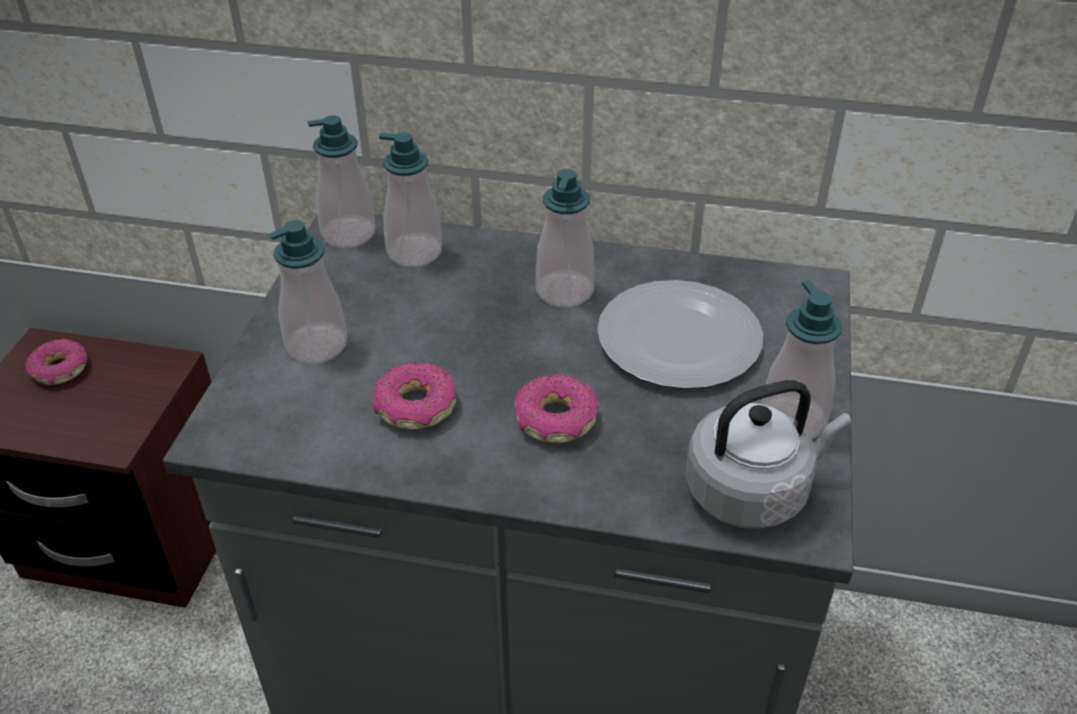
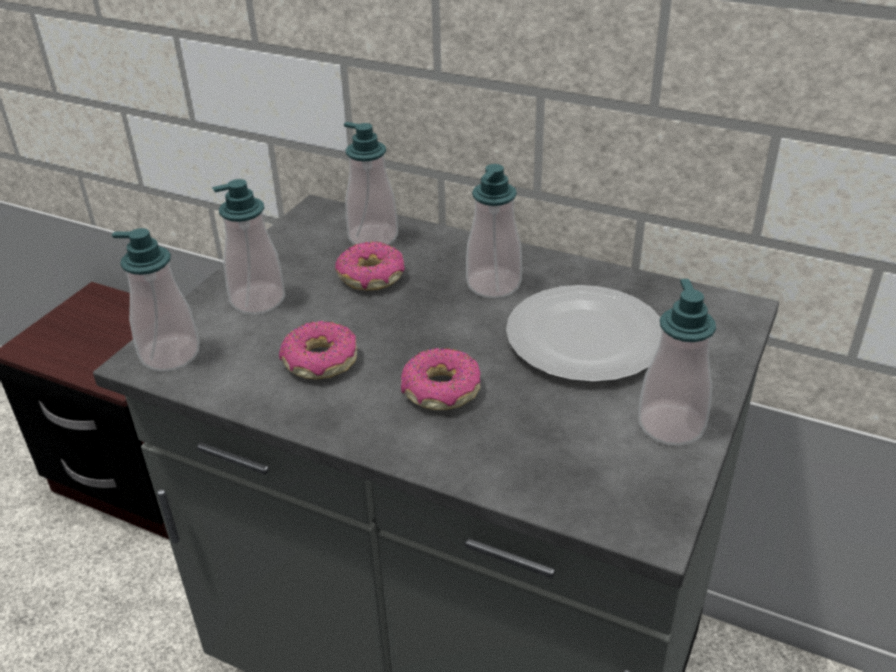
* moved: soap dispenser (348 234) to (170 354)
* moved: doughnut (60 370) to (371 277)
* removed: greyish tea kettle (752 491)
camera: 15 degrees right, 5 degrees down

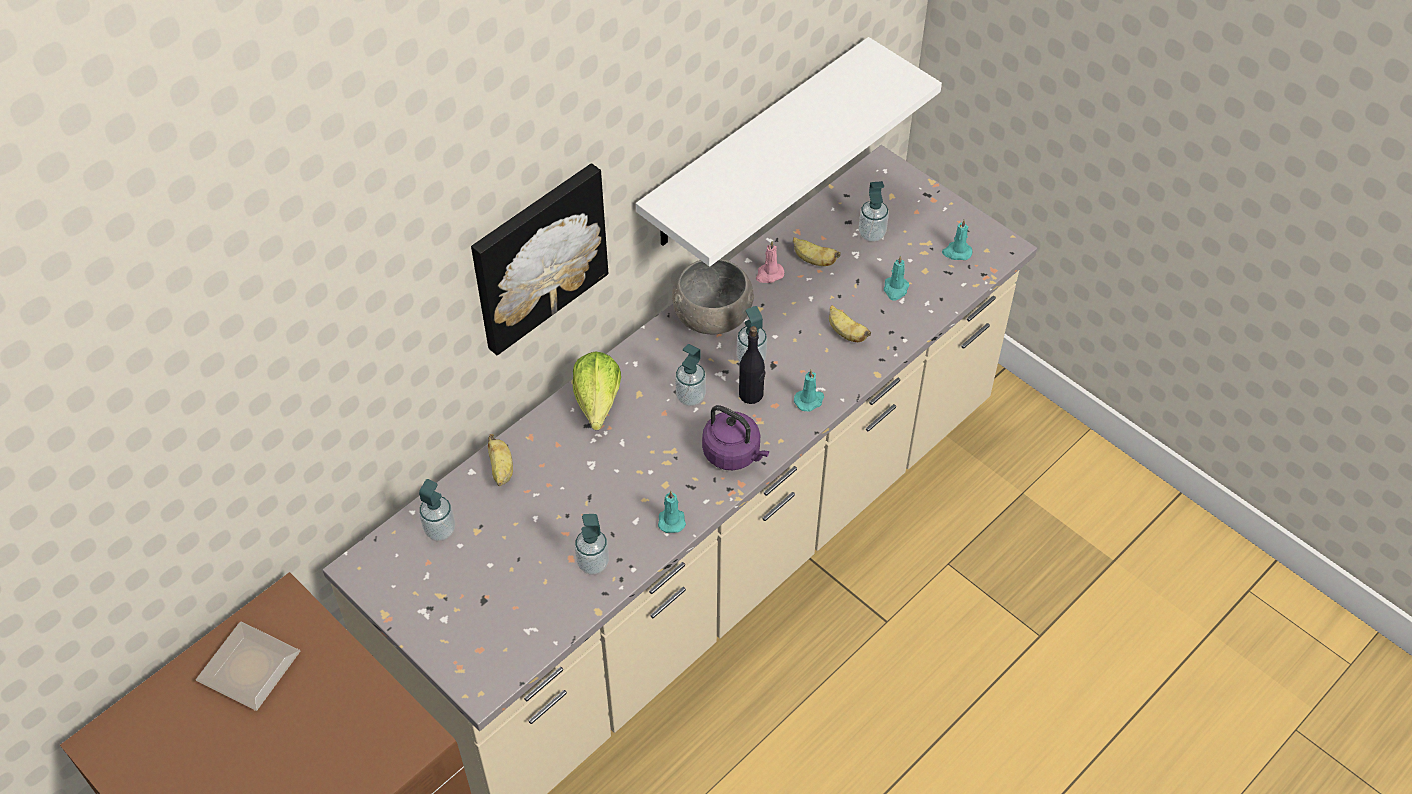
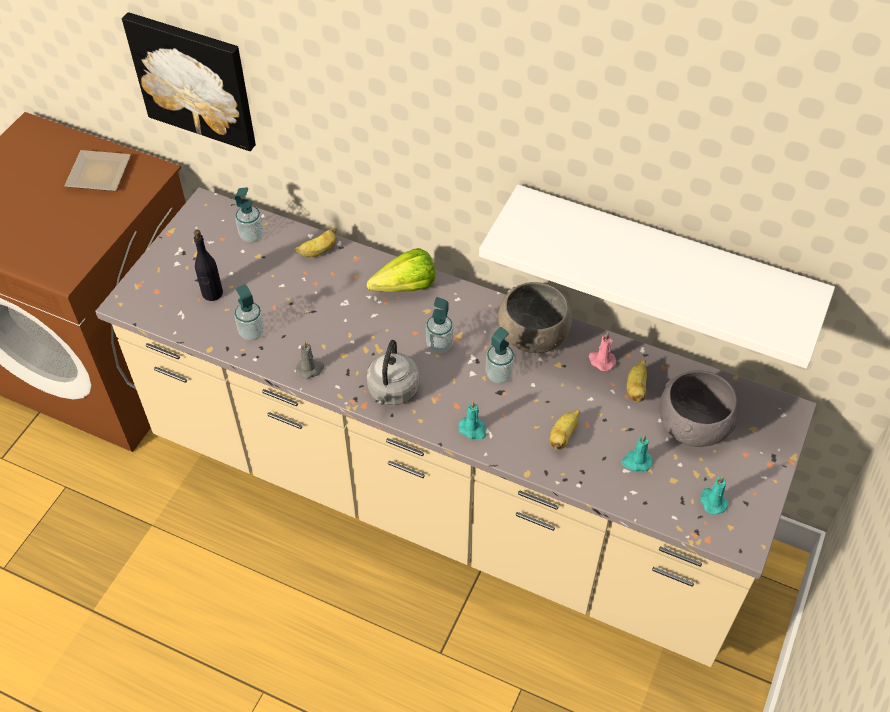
* moved: wall art (537 256) to (194 79)
* replaced: soap dispenser (871 234) to greyish serving bowl (695 425)
* moved: blackish bottle (751 395) to (212 293)
* recoloured: purplish tea kettle (734 454) to greyish tea kettle (392 391)
* recoloured: turquoise wax light (671 520) to greyish wax light (310 369)
camera: 70 degrees right, 0 degrees up

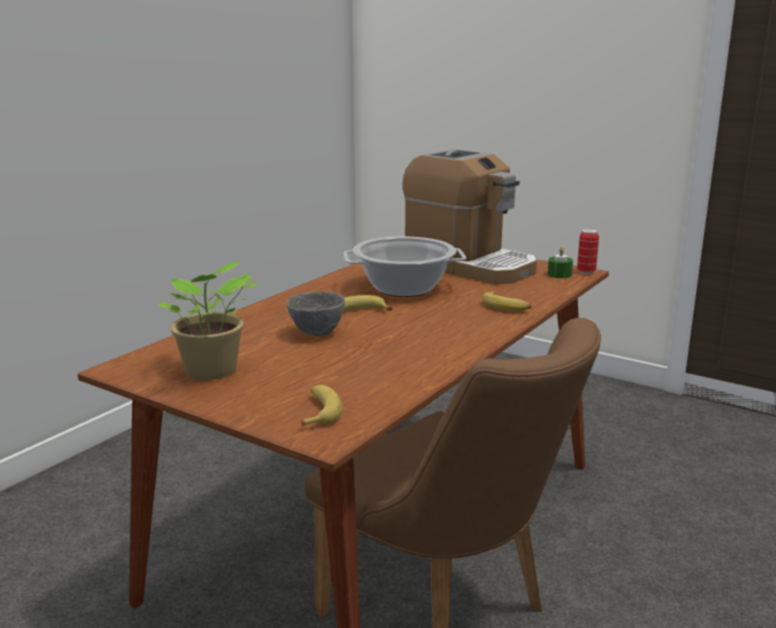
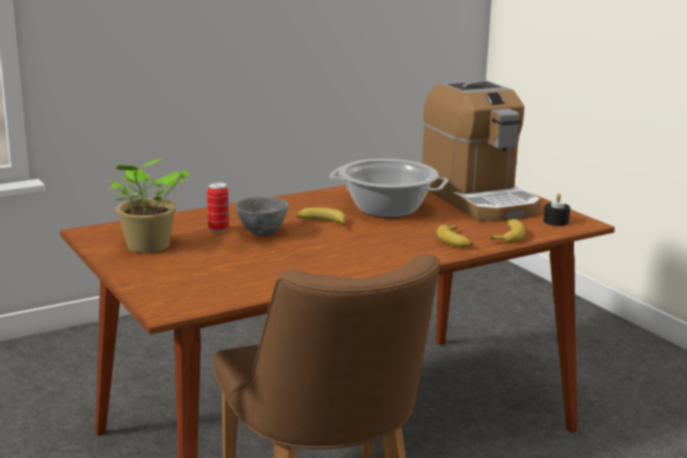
* moved: metal can (586 272) to (218 229)
* recoloured: green wax light (559 274) to blackish wax light (556 221)
* moved: banana fruit (318 411) to (508 235)
camera: 25 degrees right, 0 degrees up

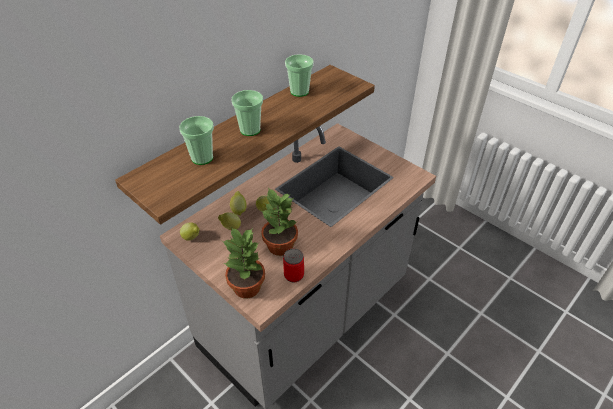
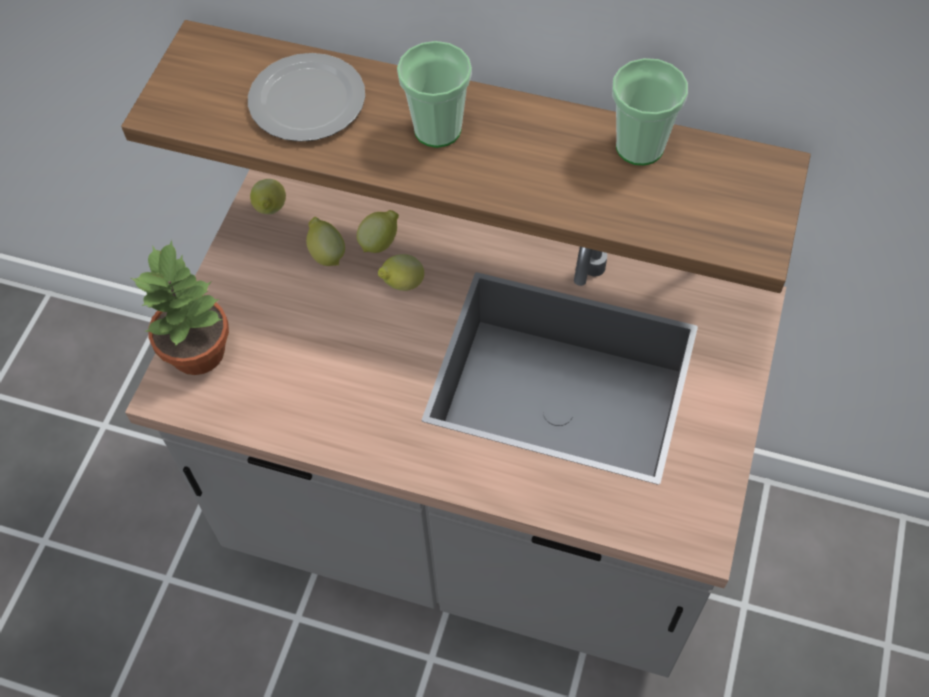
* replaced: small cup (202 158) to flat dish (305 102)
* removed: potted plant (279 245)
* removed: metal can (294 275)
camera: 65 degrees right, 15 degrees up

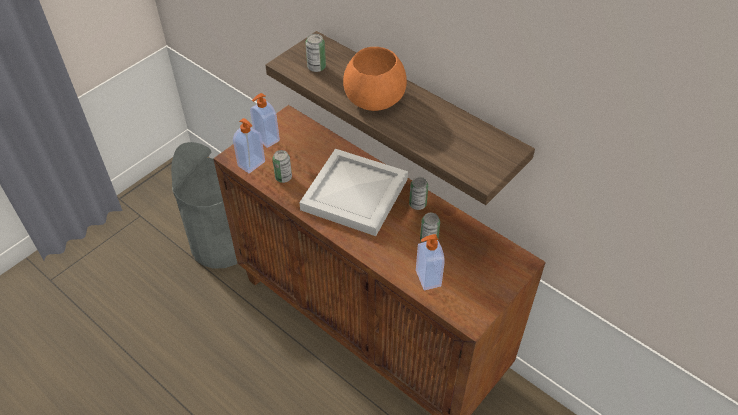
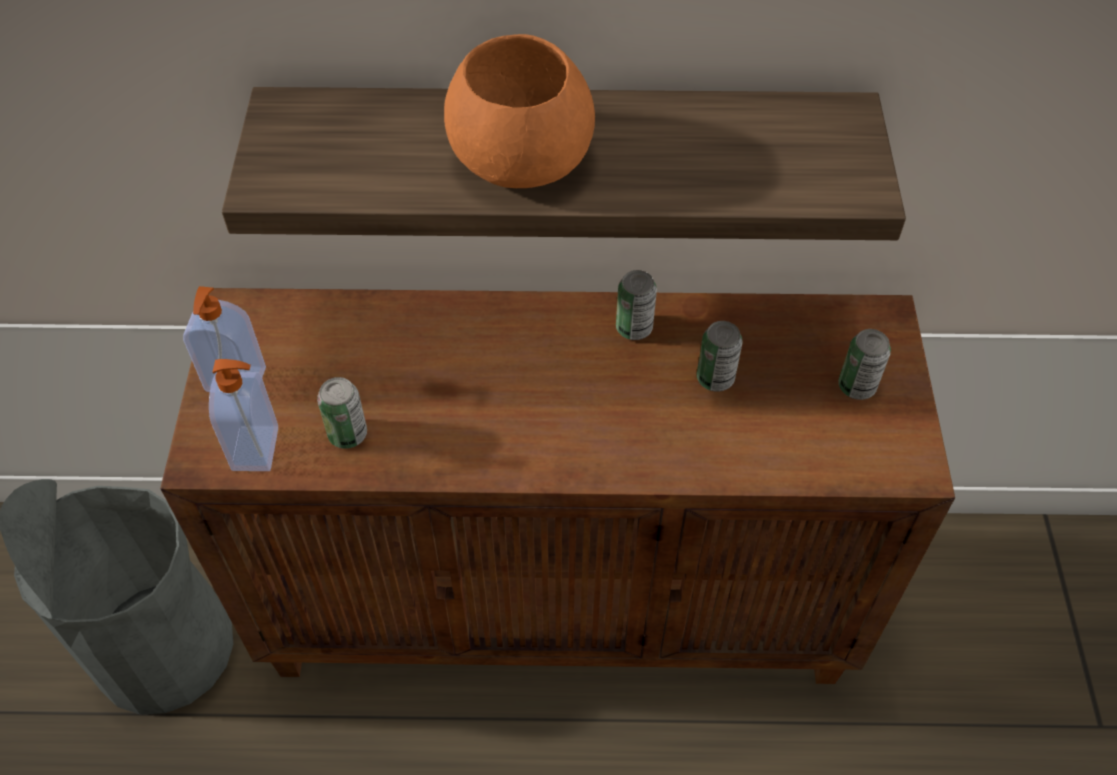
* moved: metal can (316 67) to (856 386)
* removed: white tray (353 195)
* removed: soap dispenser (427 278)
camera: 40 degrees left, 5 degrees up

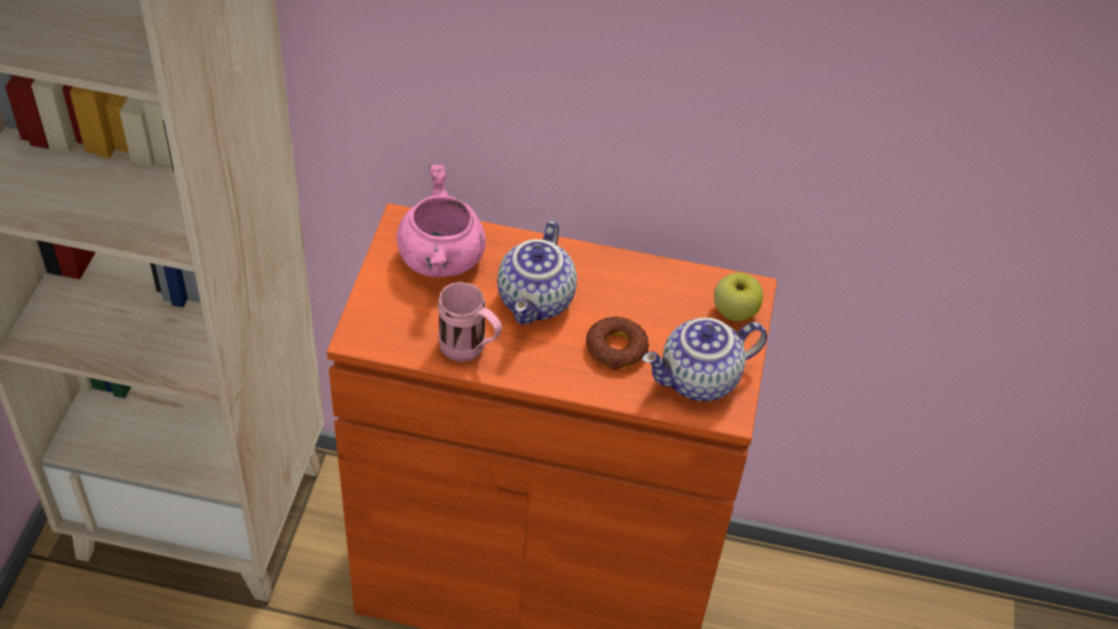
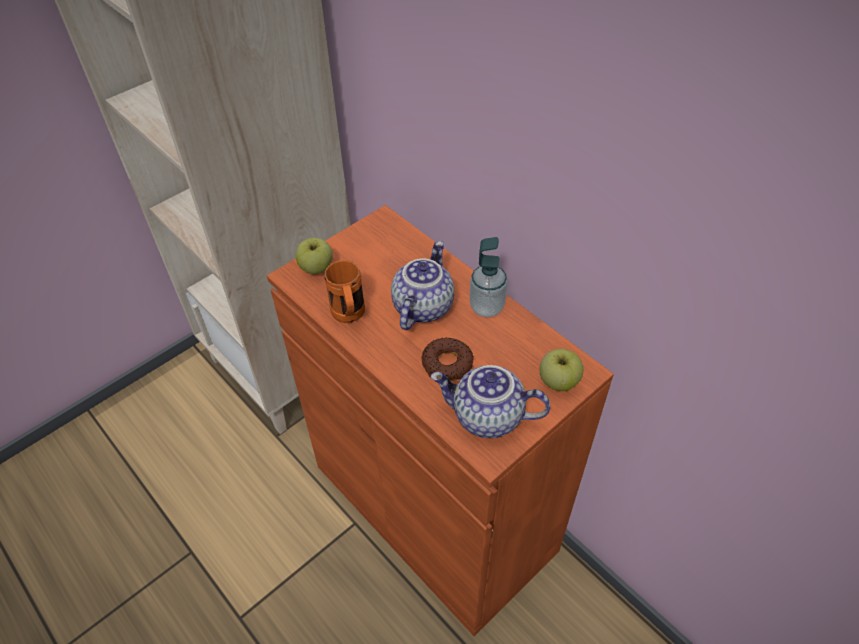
* removed: pink stockpot (442 259)
* turned: tea pot (537 301) = (421 306) 150 degrees clockwise
* recoloured: pink tea mug (470 351) to orange-coloured tea mug (349 317)
* added: soap dispenser (486 307)
* added: whole apple (316 268)
camera: 40 degrees right, 0 degrees up

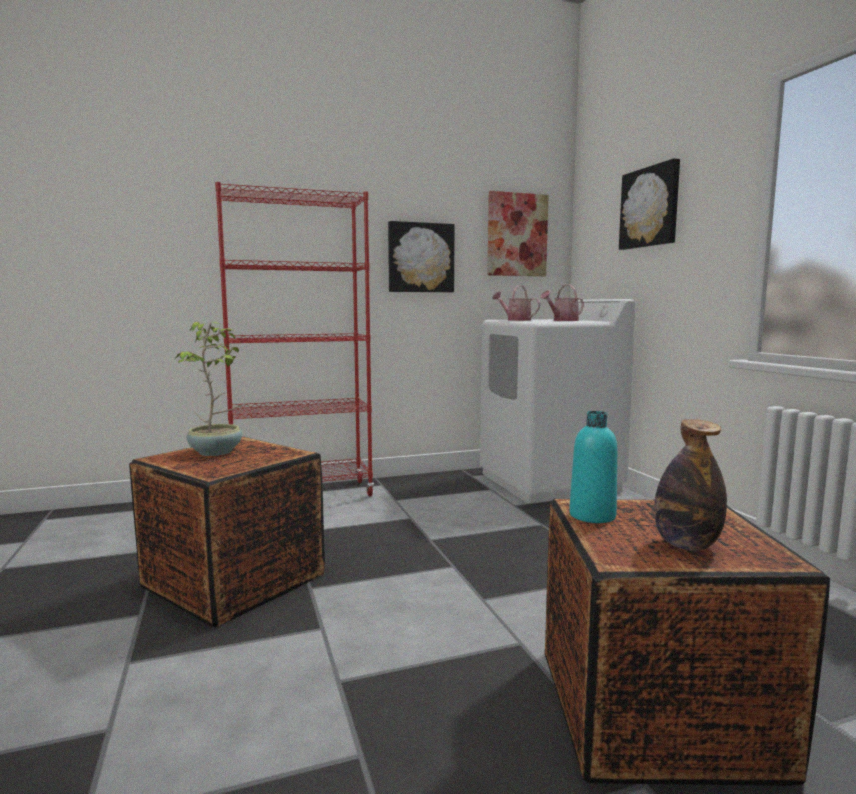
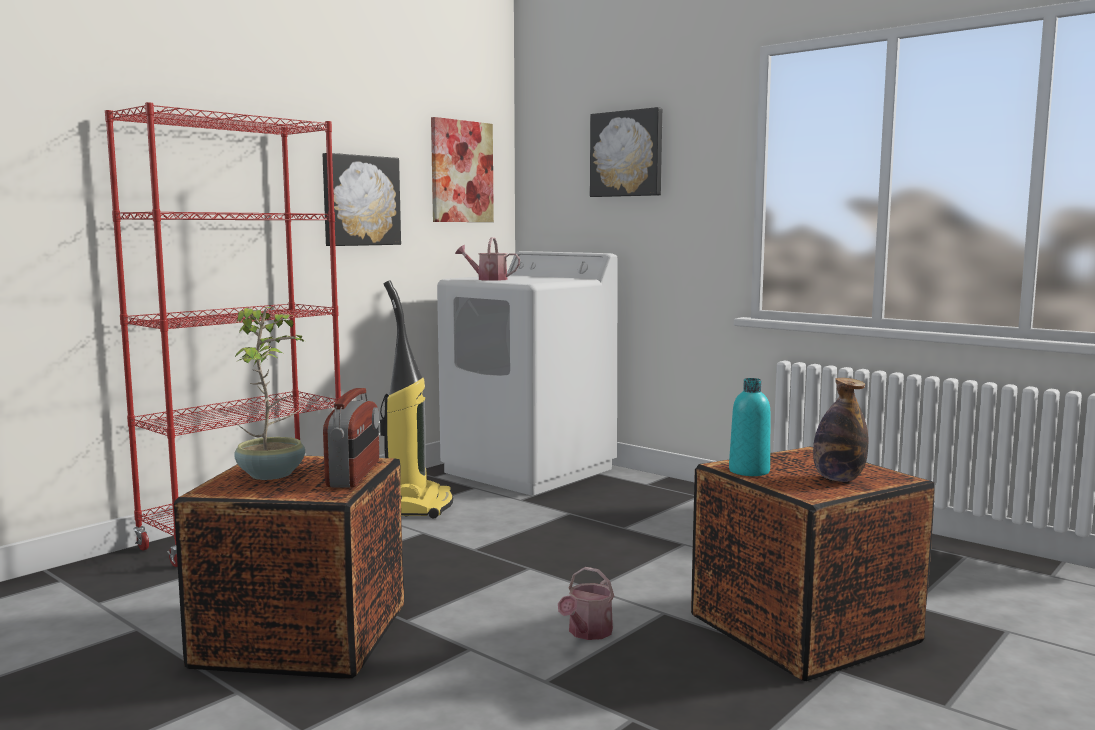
* moved: sprinkling can (562 320) to (587 633)
* added: vacuum cleaner (420 505)
* added: radio receiver (354 474)
camera: 30 degrees left, 0 degrees up

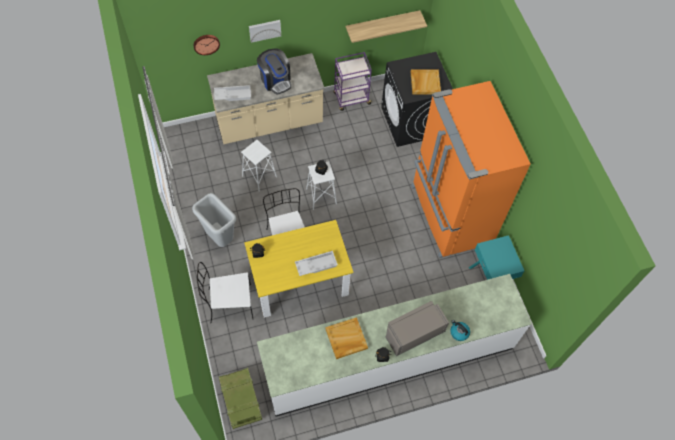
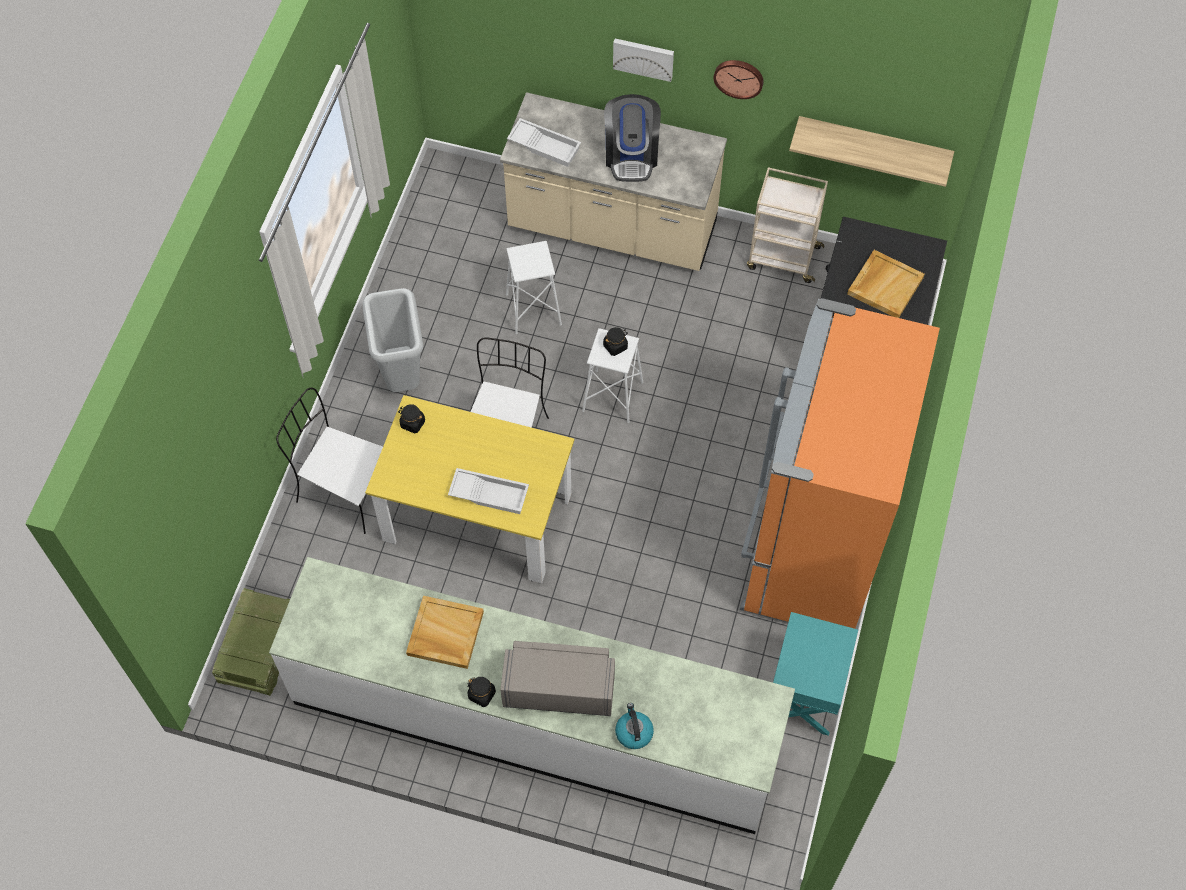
* moved: wall clock (206 43) to (739 77)
* recoloured: purplish trolley (351 99) to beige-coloured trolley (782 258)
camera: 35 degrees right, 0 degrees up

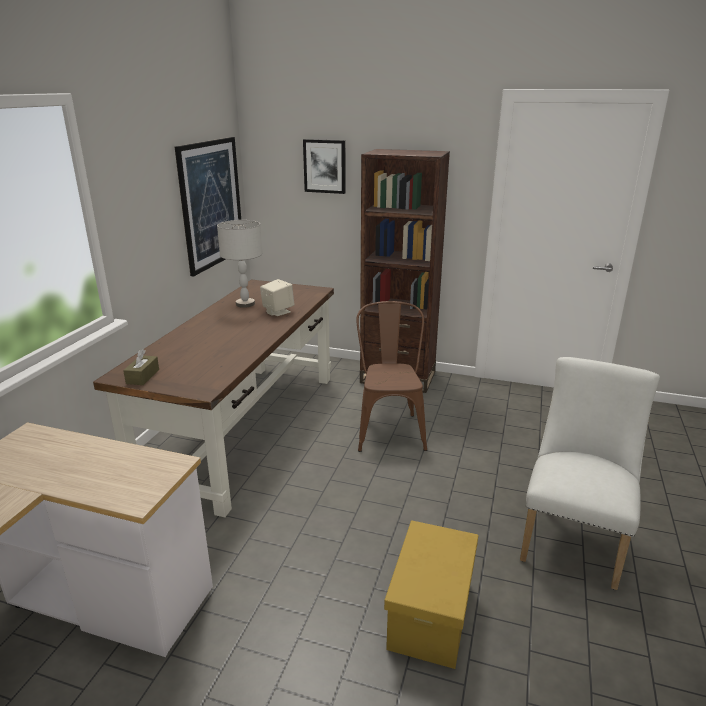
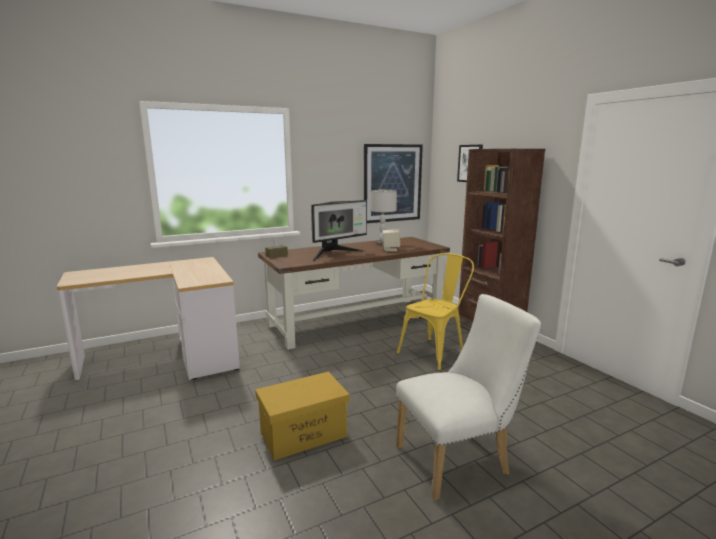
* recoloured: brown-coloured plain chair (389 428) to yellowish plain chair (435 351)
* added: monitor (335 254)
camera: 45 degrees right, 10 degrees down

